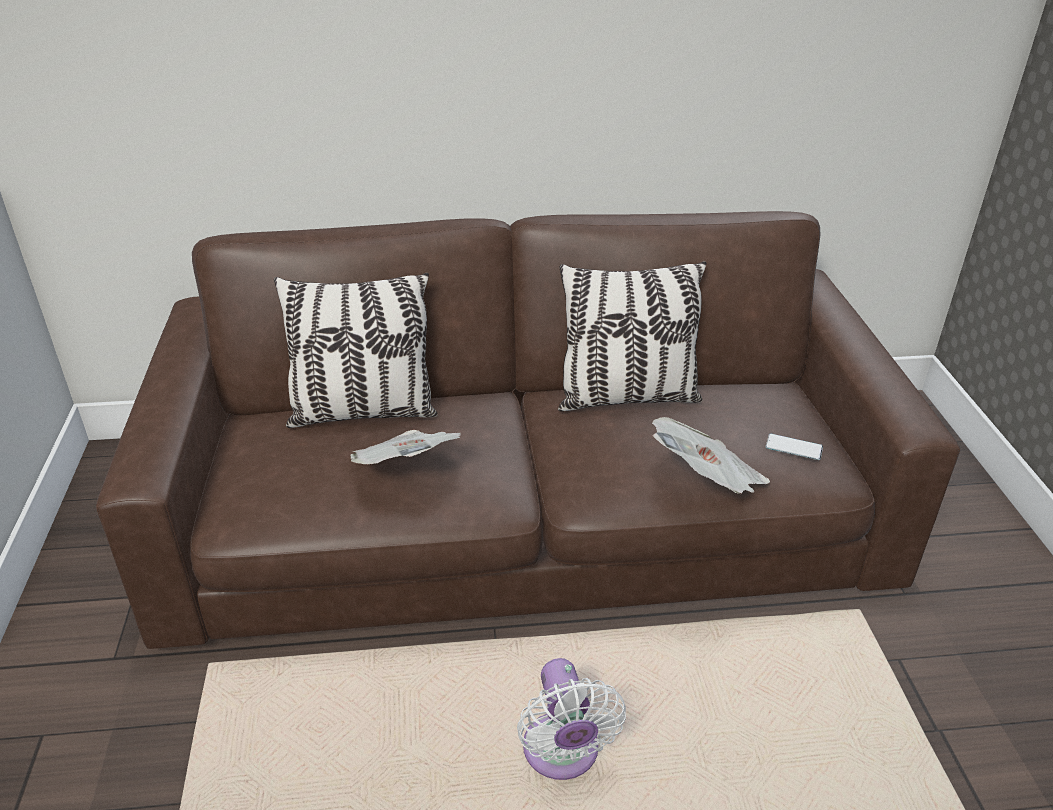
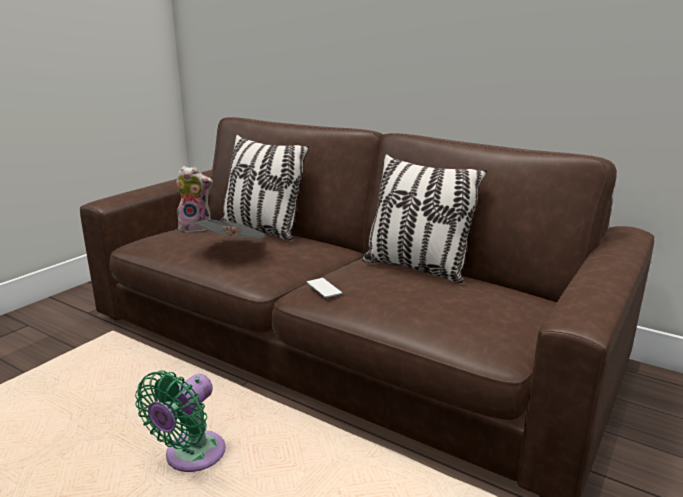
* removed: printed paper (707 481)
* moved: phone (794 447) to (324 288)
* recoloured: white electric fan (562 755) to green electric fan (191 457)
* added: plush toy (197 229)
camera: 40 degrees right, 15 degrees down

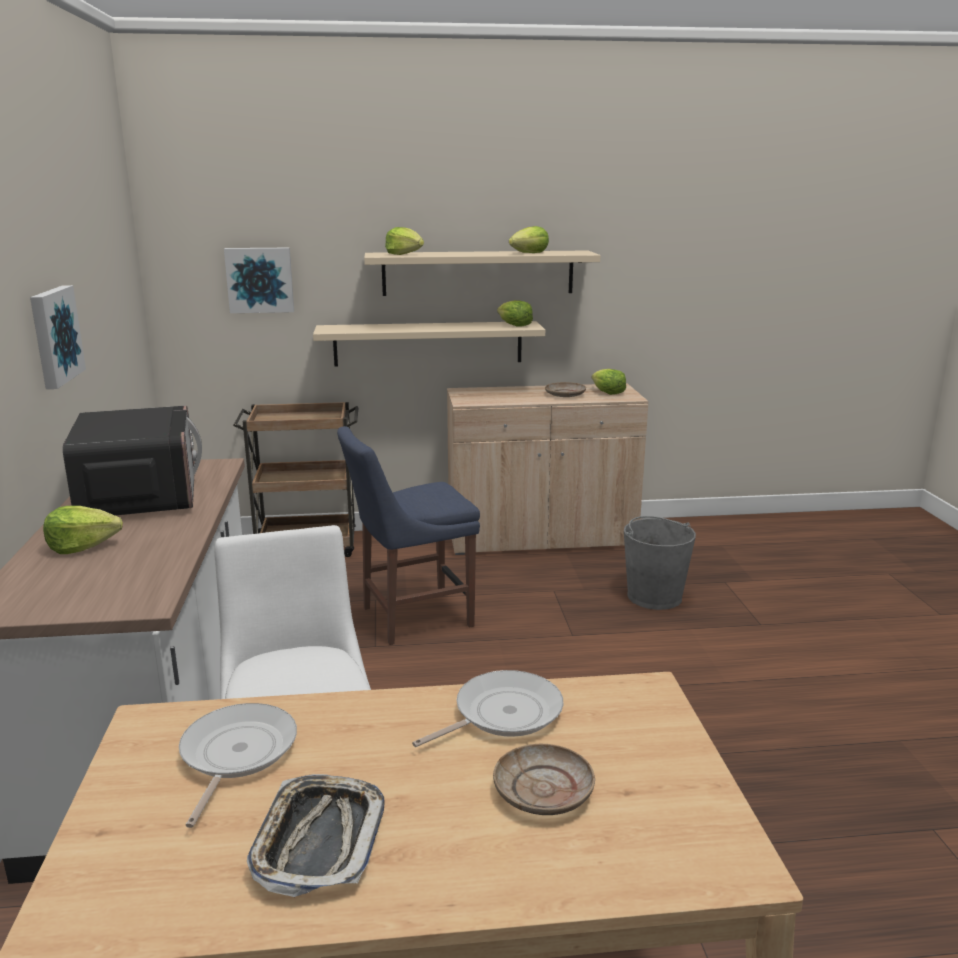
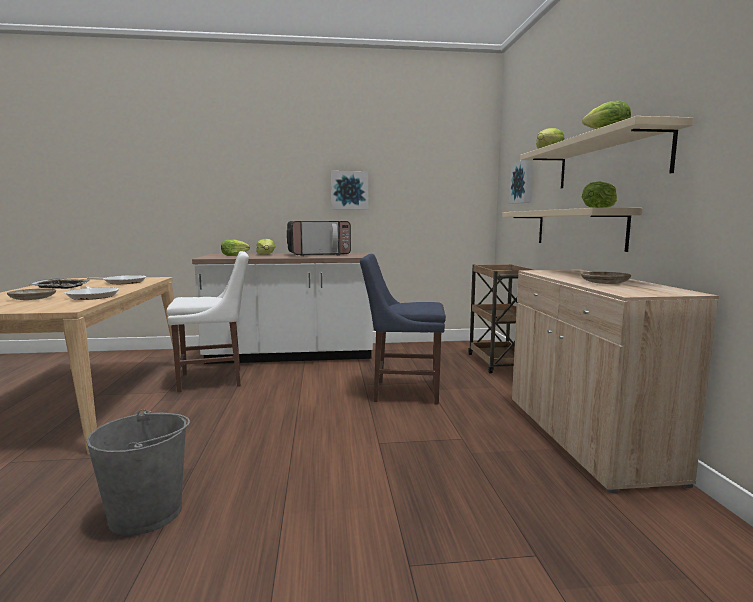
* moved: head of lettuce (607 392) to (234 255)
* turned: bluish plain chair (411 617) = (402 392) 60 degrees counterclockwise
* moved: greyish water bucket (654 596) to (146 513)
camera: 90 degrees right, 10 degrees down

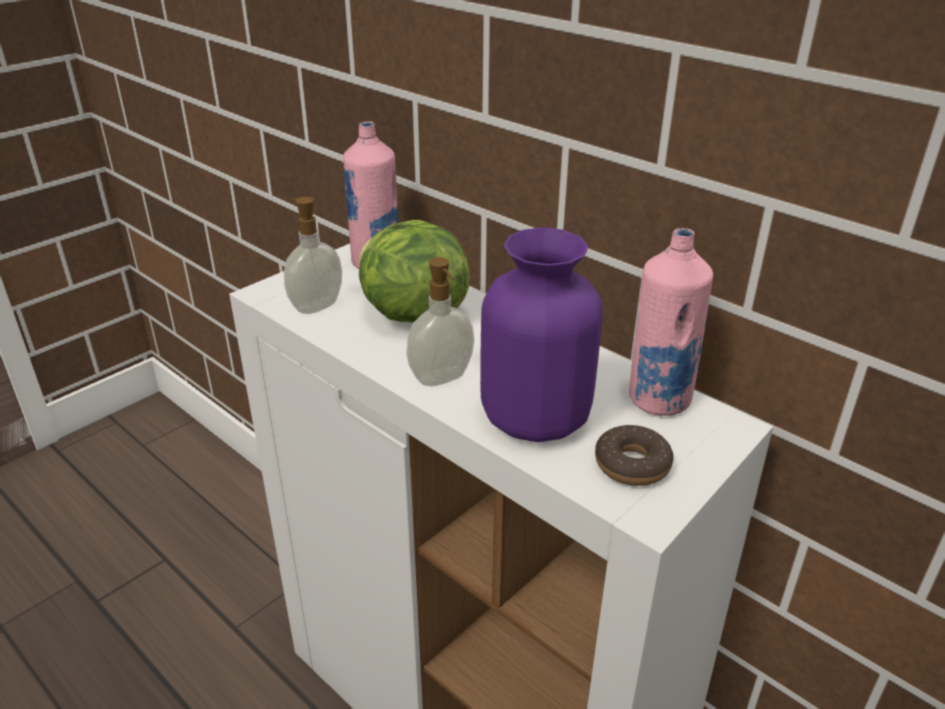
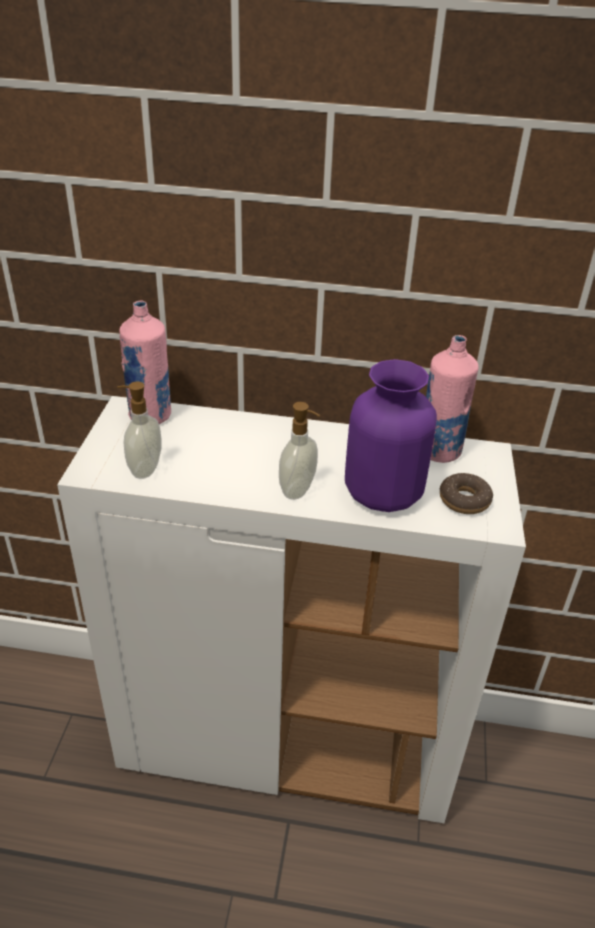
* removed: head of lettuce (411 314)
camera: 35 degrees left, 5 degrees up

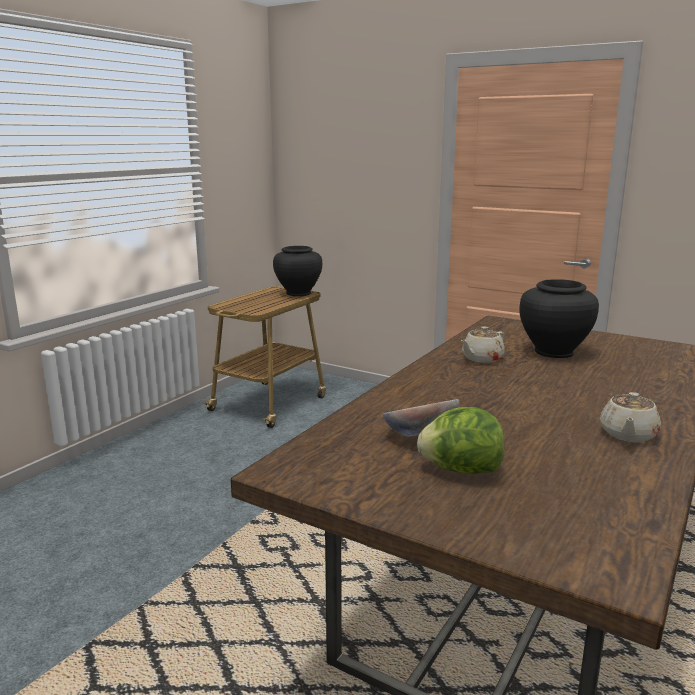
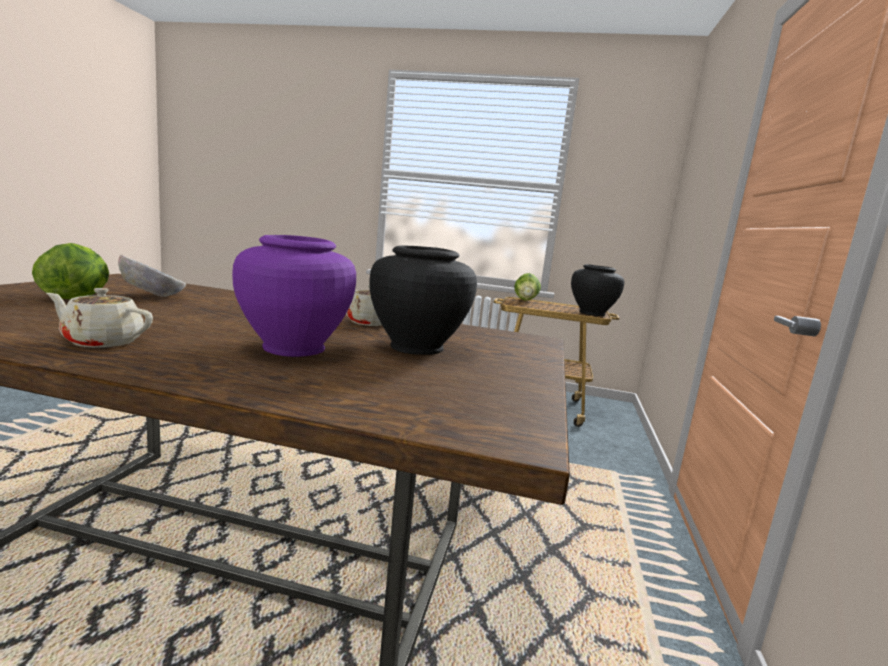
* added: purplish flower vase (293 348)
* added: head of lettuce (525 300)
camera: 70 degrees right, 5 degrees down

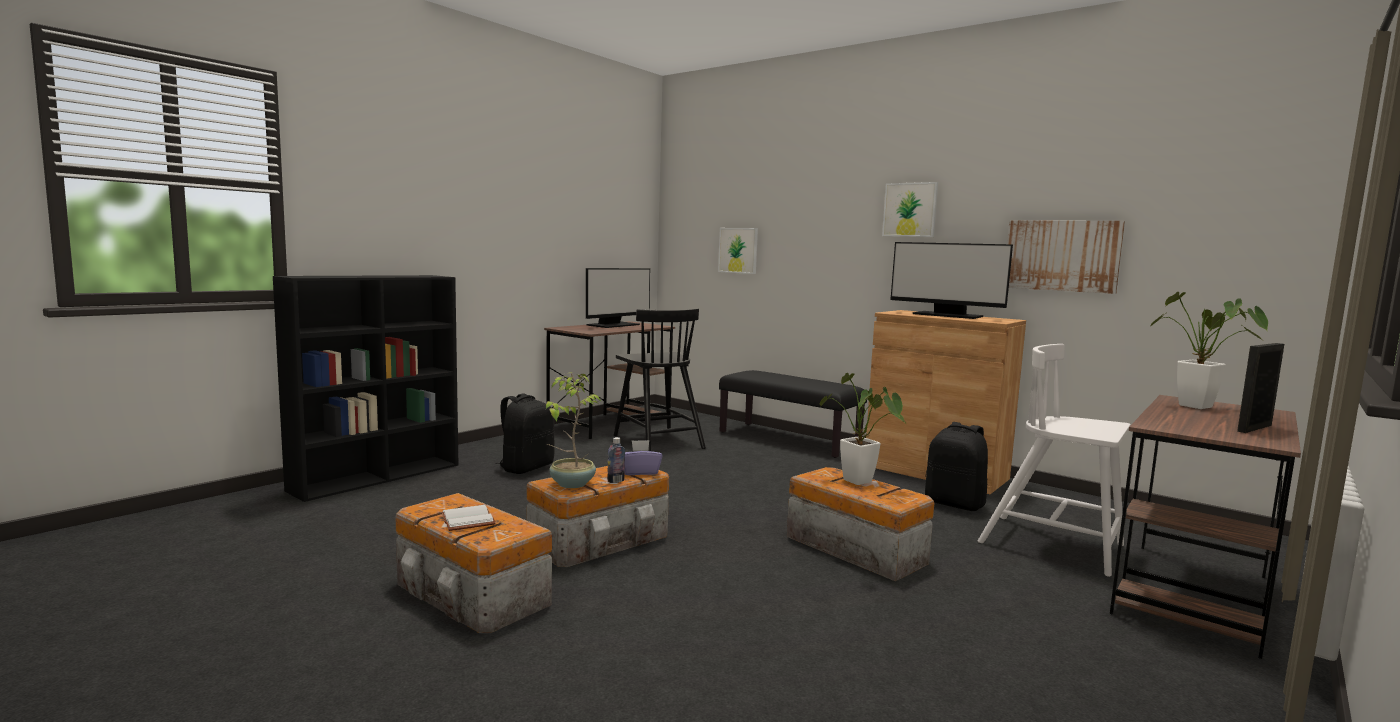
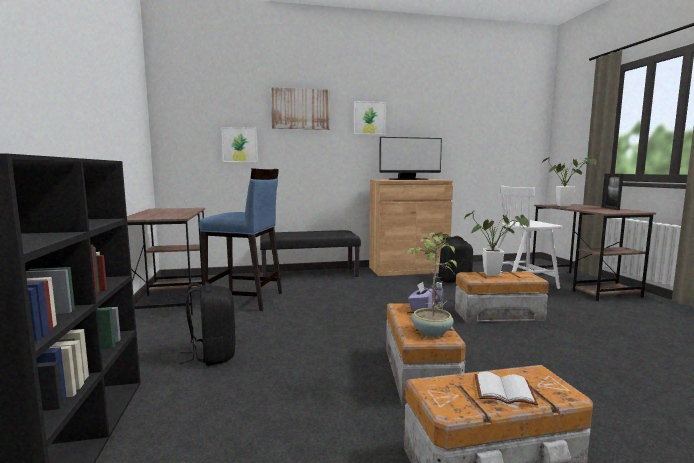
* moved: wall art (1061 255) to (300 109)
* removed: monitor (614 325)
* replaced: blackish plain chair (657 441) to bluish stool seat (245 300)
camera: 50 degrees left, 0 degrees up

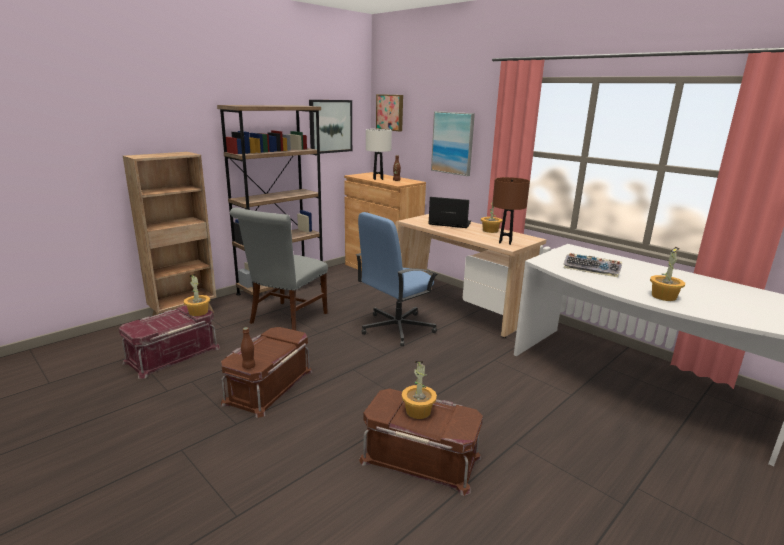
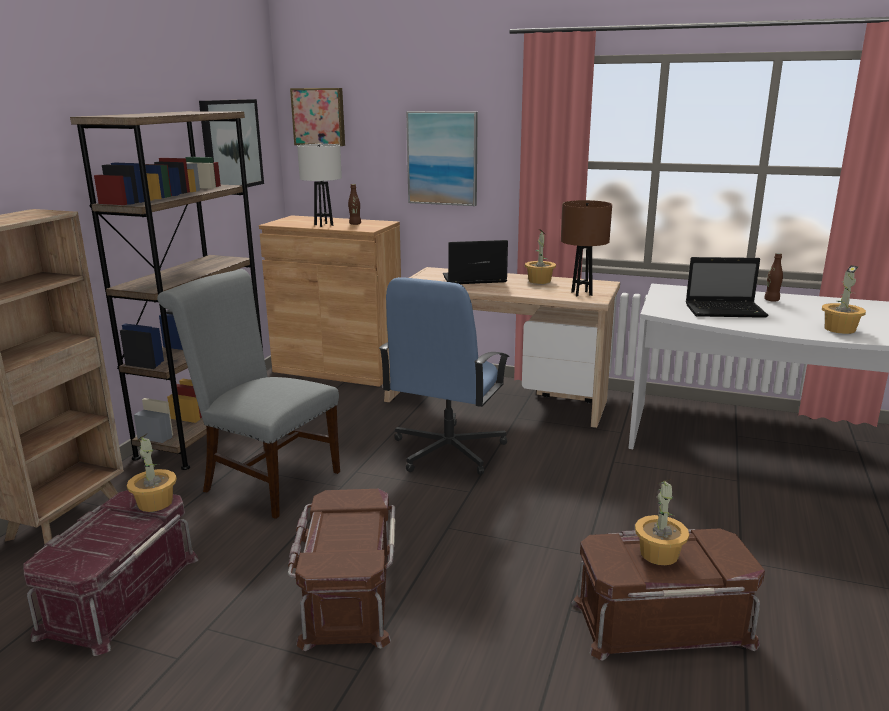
* turned: greyish plain chair (285 319) = (265 480) 120 degrees clockwise
* replaced: PC keyboard (592 269) to portable computer (726 311)
* moved: brown-coloured bottle (249 366) to (771 300)
camera: 25 degrees left, 0 degrees up

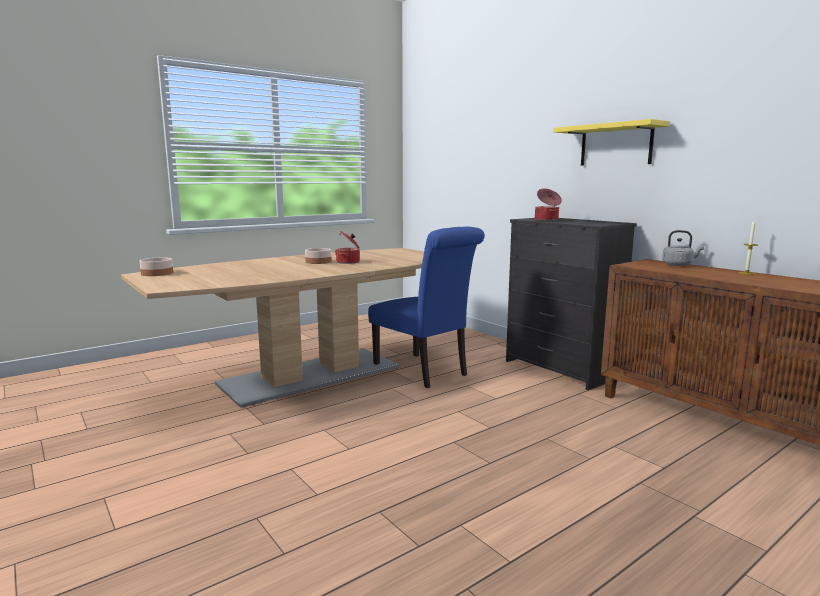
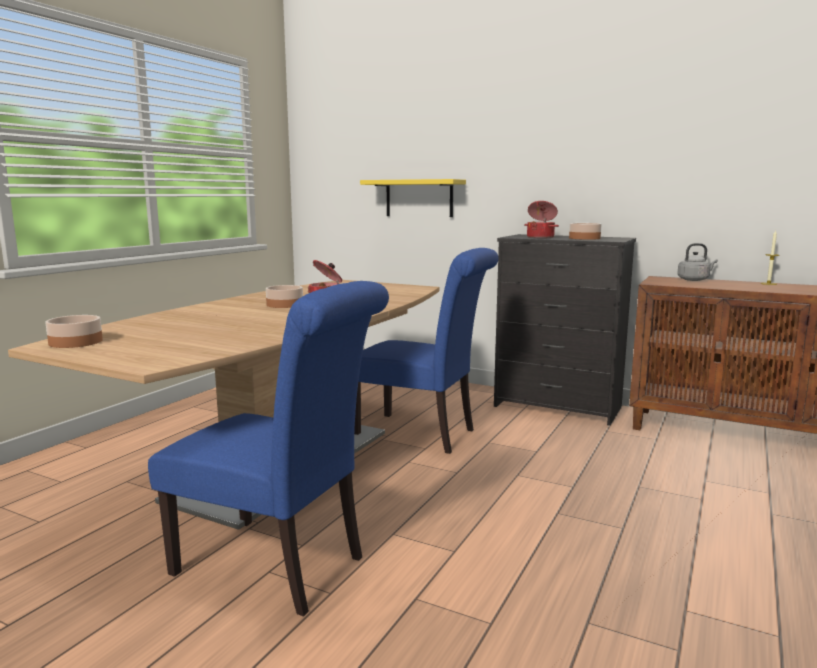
* moved: yellowish wall shelf (616 145) to (419 198)
* added: serving bowl (584 238)
* added: bluish plain chair (279 567)
camera: 25 degrees left, 0 degrees up

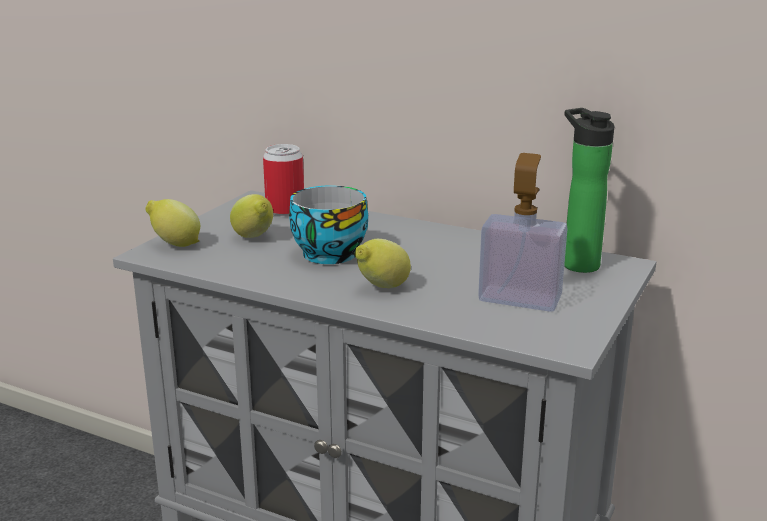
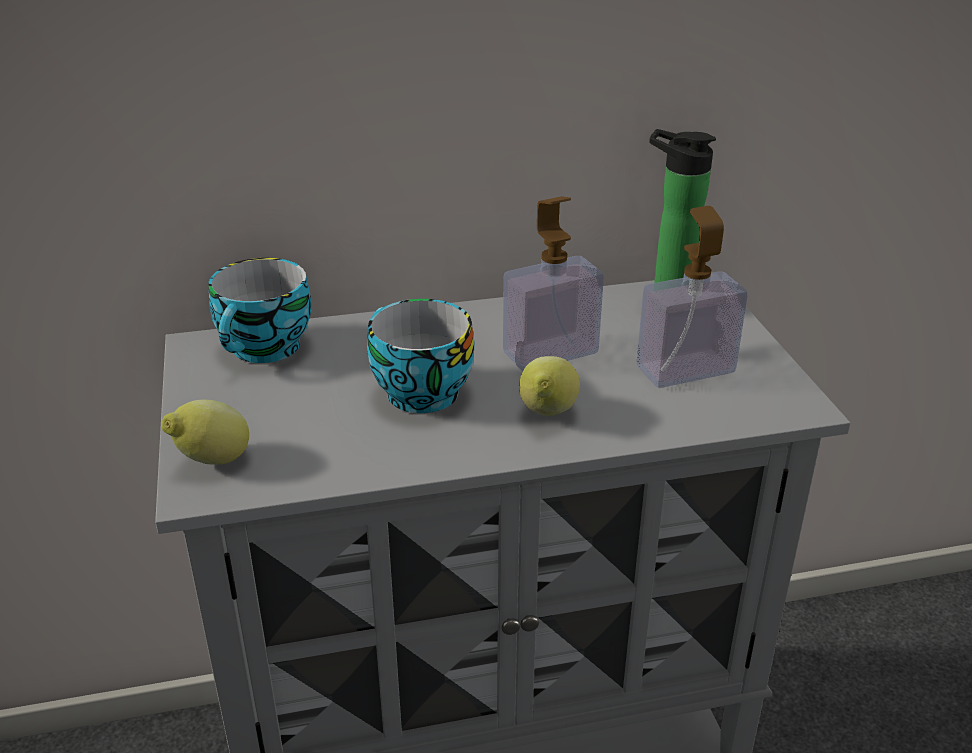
* replaced: metal can (285 210) to small cup (266 349)
* removed: citrus fruit (254 238)
* added: soap dispenser (550 352)
camera: 40 degrees left, 10 degrees up

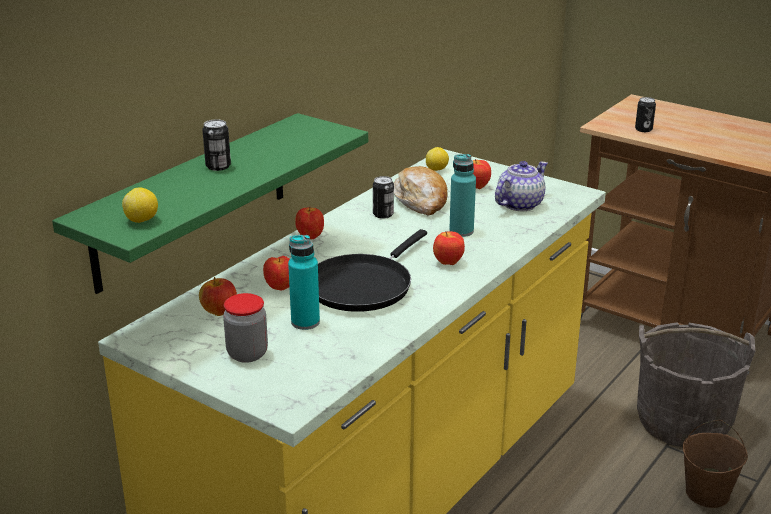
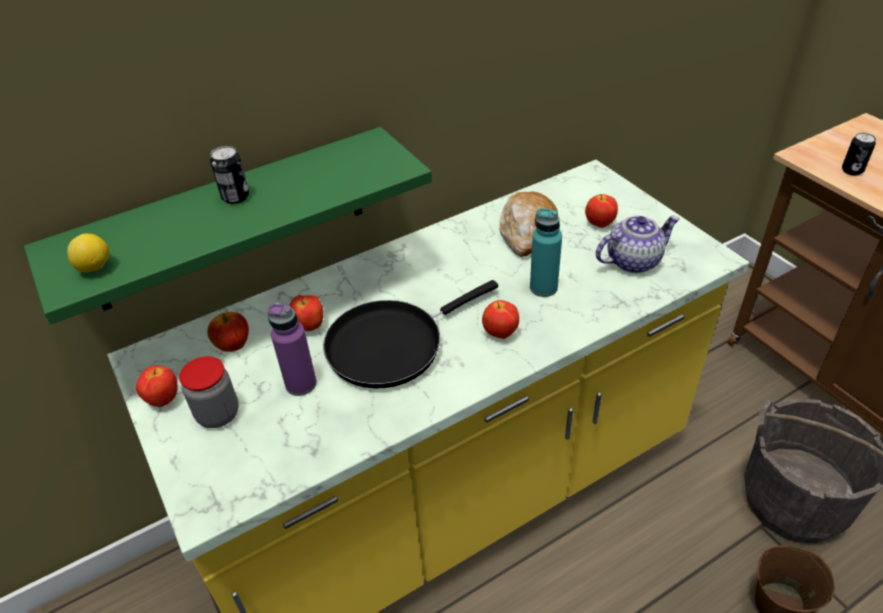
* removed: citrus fruit (437 170)
* removed: metal can (383 214)
* moved: whole apple (309 237) to (163 399)
* recoloured: turquoise bottle (305 322) to purplish bottle (301 384)
camera: 25 degrees right, 15 degrees up

